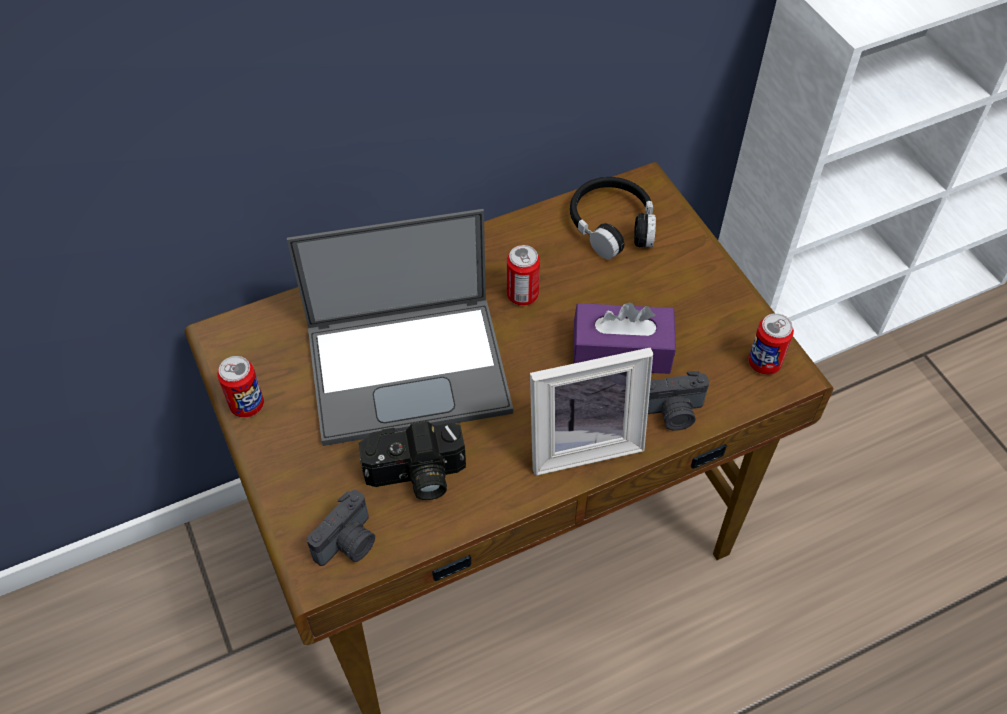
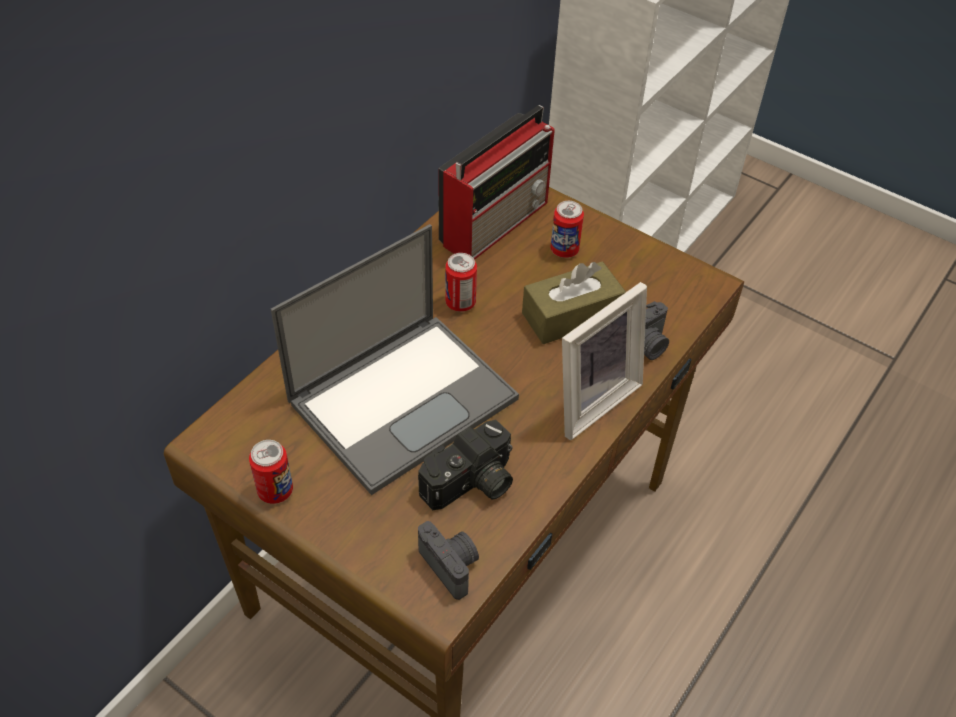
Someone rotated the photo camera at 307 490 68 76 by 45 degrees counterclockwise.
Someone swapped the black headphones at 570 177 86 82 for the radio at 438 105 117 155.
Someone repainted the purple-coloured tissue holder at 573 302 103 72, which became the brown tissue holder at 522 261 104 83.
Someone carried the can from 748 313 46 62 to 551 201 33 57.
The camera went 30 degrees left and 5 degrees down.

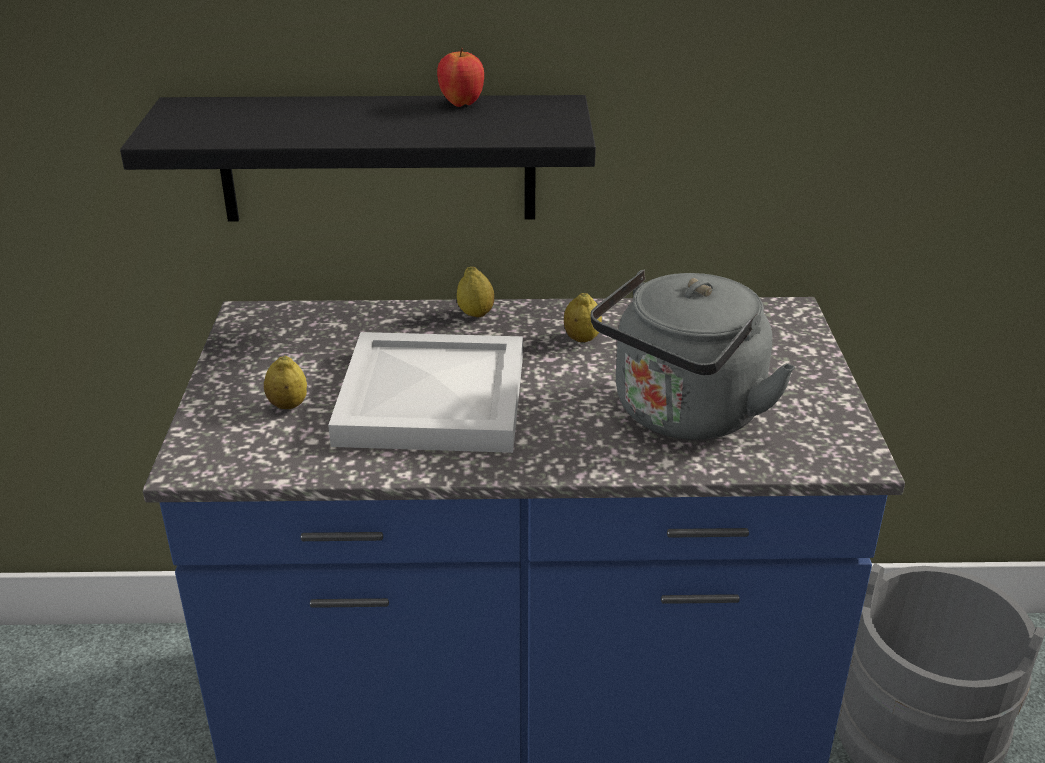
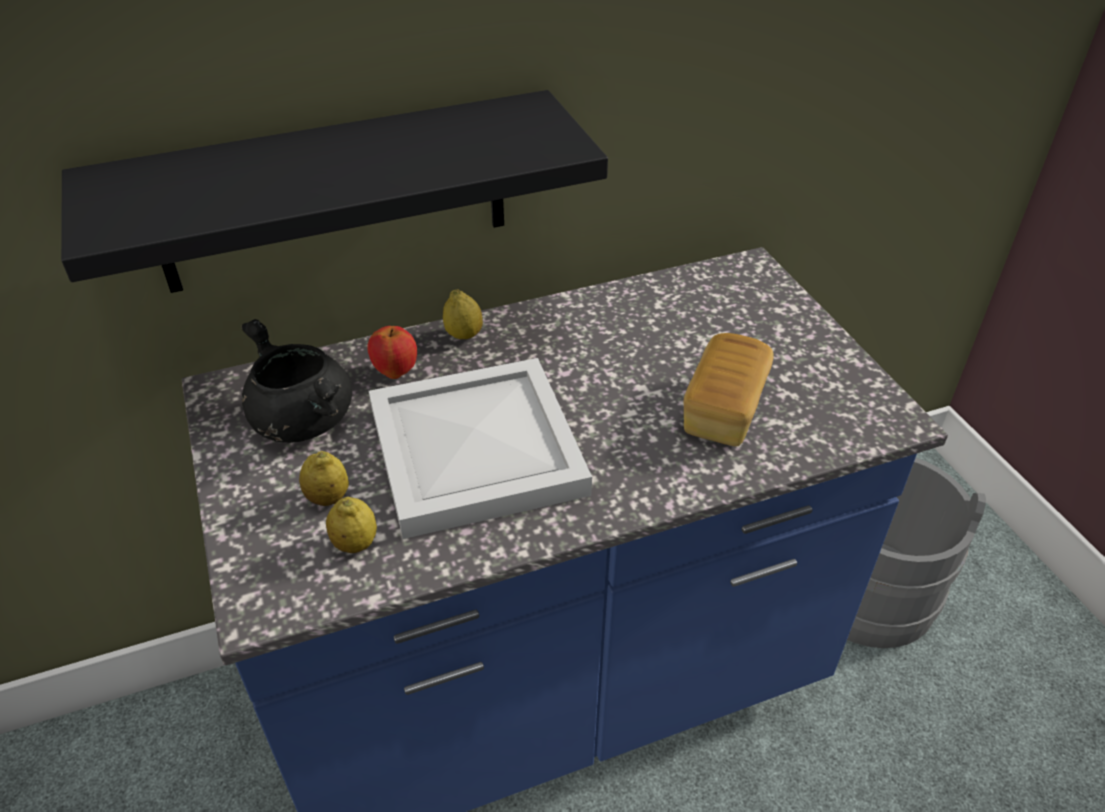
Someone put down the black cooking pot at 241 319 111 124.
Someone carried the whole lemon from 564 293 38 49 to 326 497 51 56.
Someone carried the apple fruit from 437 48 47 59 to 367 326 50 53.
Someone swapped the gray tea kettle at 591 270 204 170 for the bakery bread at 684 333 90 113.
The camera went 20 degrees left and 10 degrees up.

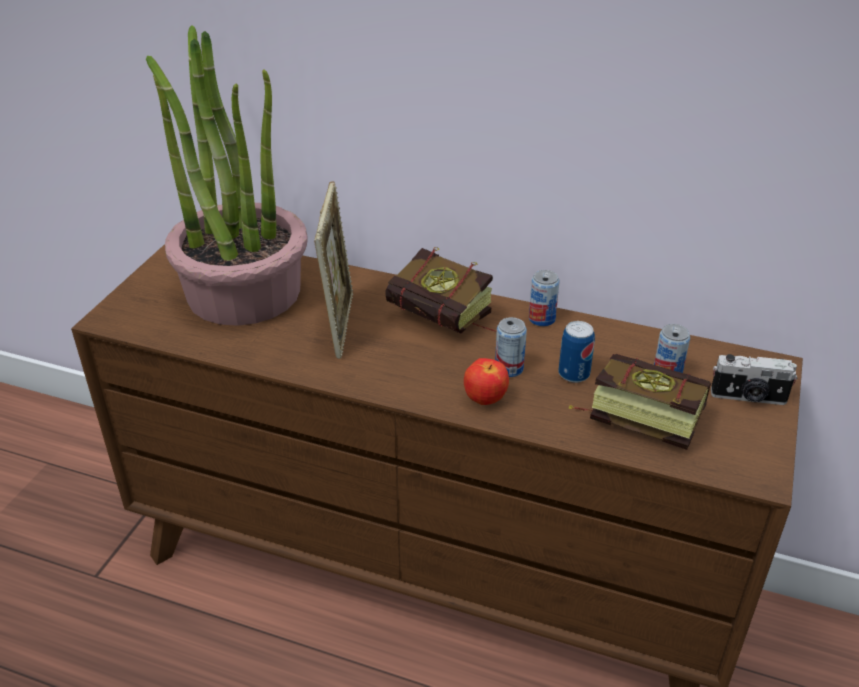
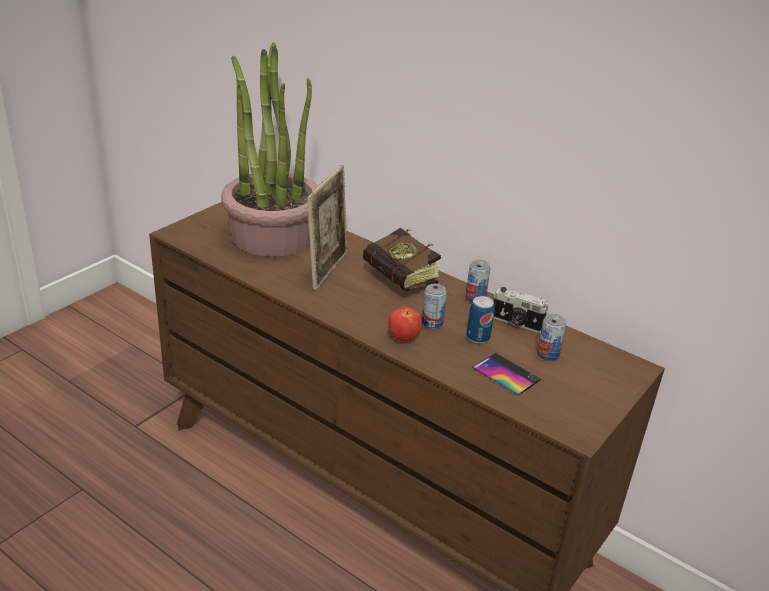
Someone swapped the bound book at 568 354 144 96 for the telephone at 472 353 69 42.
Someone carried the photo camera from 711 354 86 51 to 493 287 56 46.
The camera went 15 degrees right and 5 degrees down.

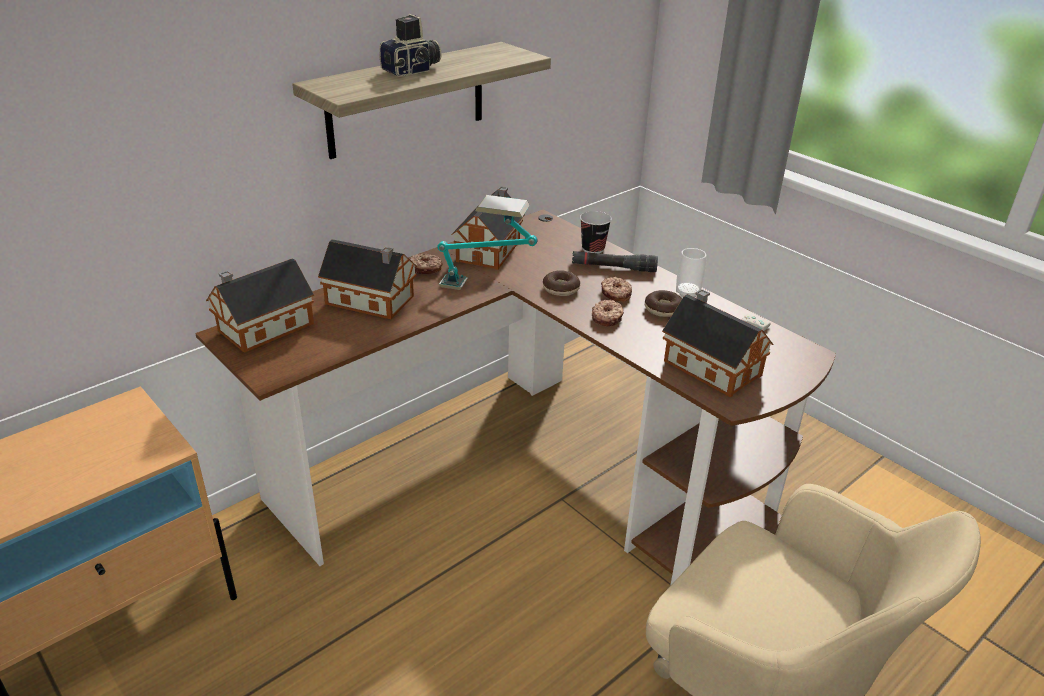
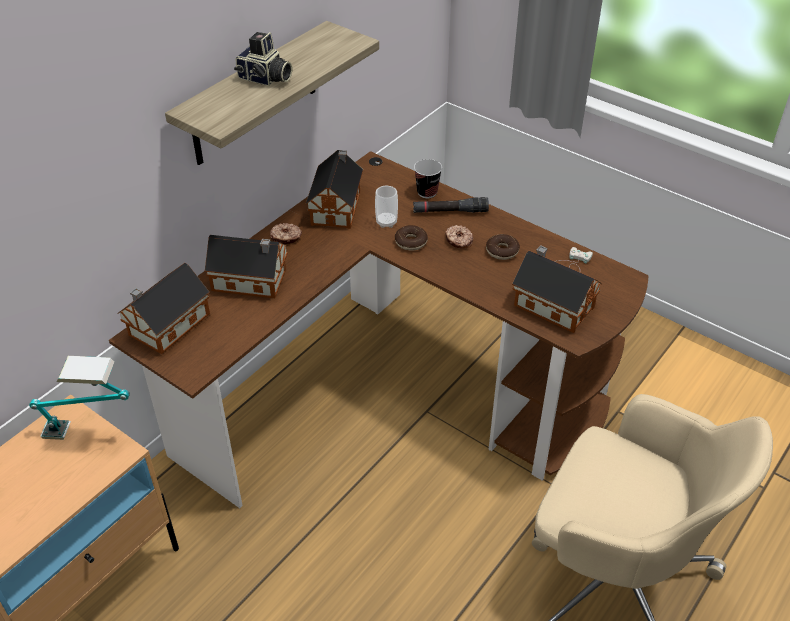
Someone carried the tabletop lamp from 437 195 101 95 to 29 356 101 84.
Someone rotated the photo camera at 379 14 63 63 by 75 degrees clockwise.
Someone carried the cup from 676 248 31 49 to 375 186 23 42.
Someone took away the ring doughnut at 592 300 32 26.
The camera went 10 degrees left and 10 degrees up.

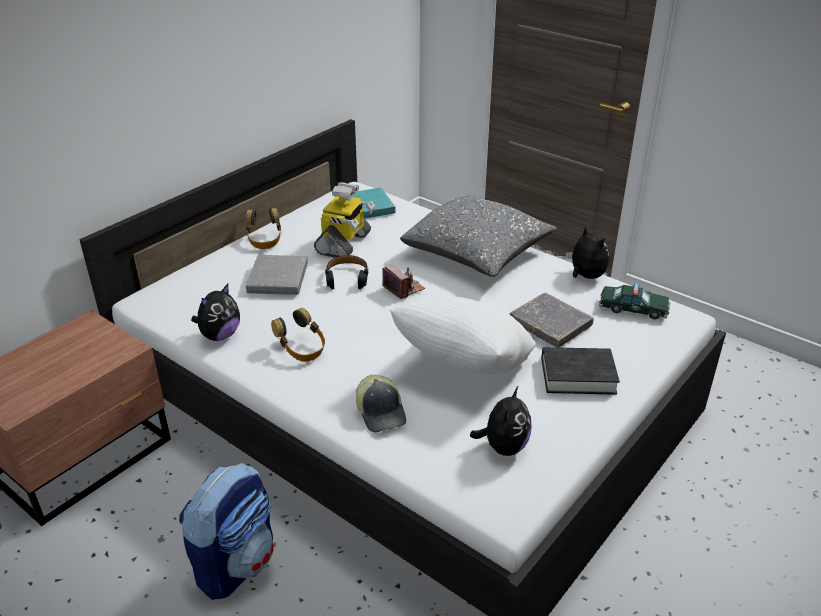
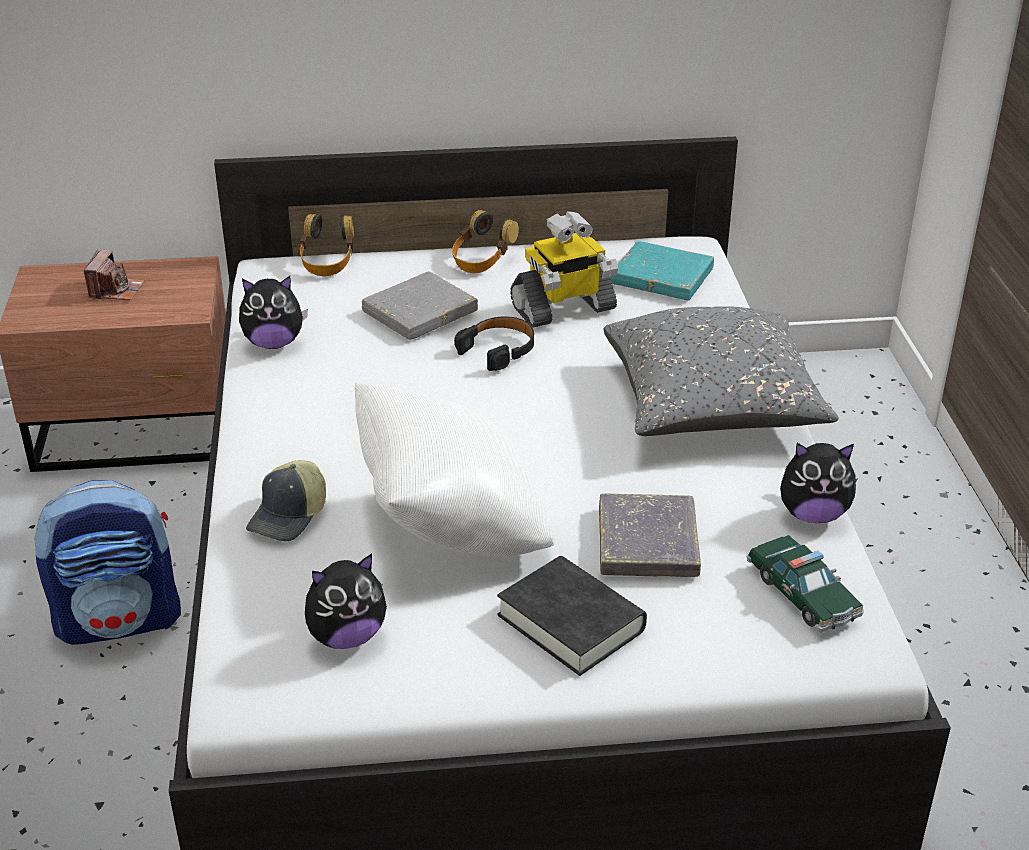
Someone carried the photo camera from 383 264 42 35 to 84 250 61 50.
Someone carried the headphones from 271 308 54 53 to 299 214 55 62.
Someone rotated the soft toy at 566 226 43 53 by 75 degrees clockwise.
The camera went 45 degrees right and 0 degrees up.

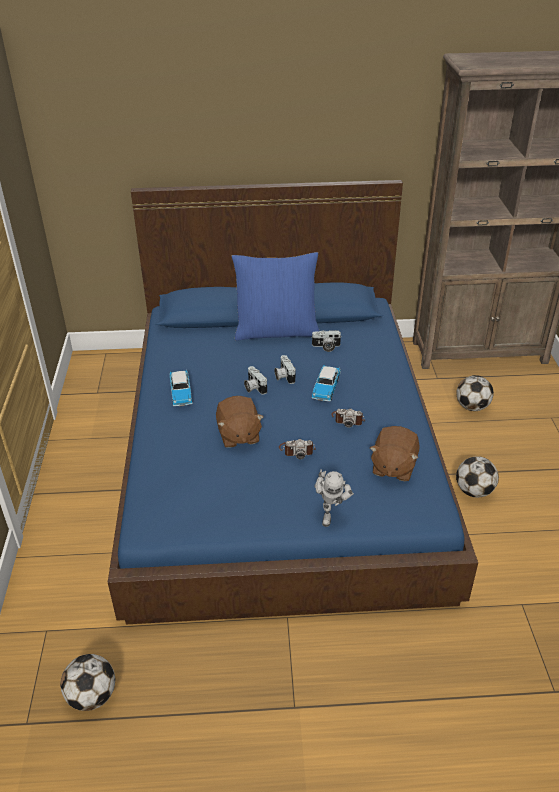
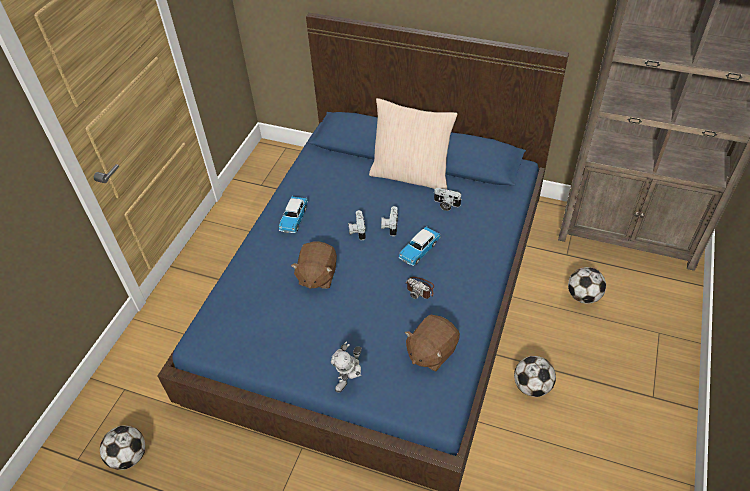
Someone repainted the blue-coloured throw pillow at 232 252 87 89, which became the beige-coloured throw pillow at 369 98 88 91.
Someone took away the photo camera at 279 439 37 20.
The camera went 25 degrees right and 10 degrees up.

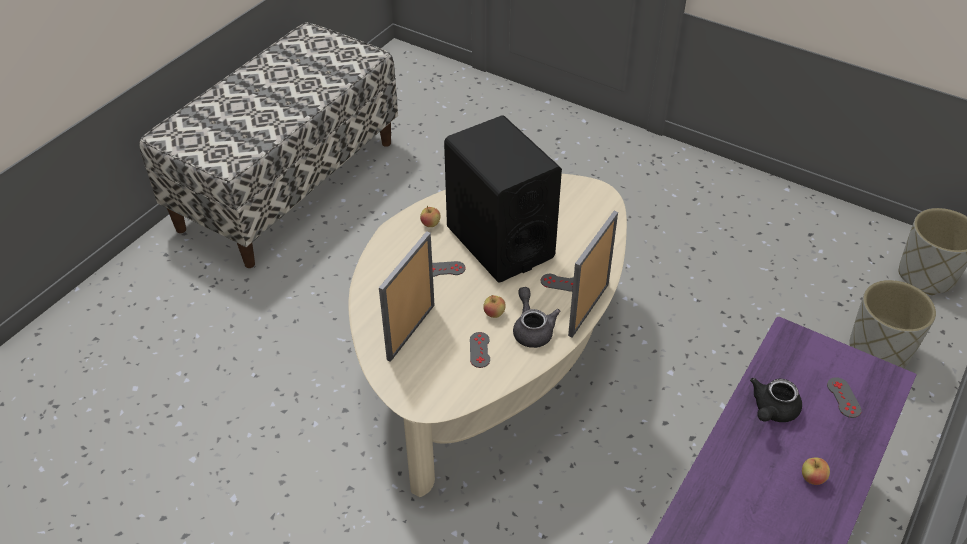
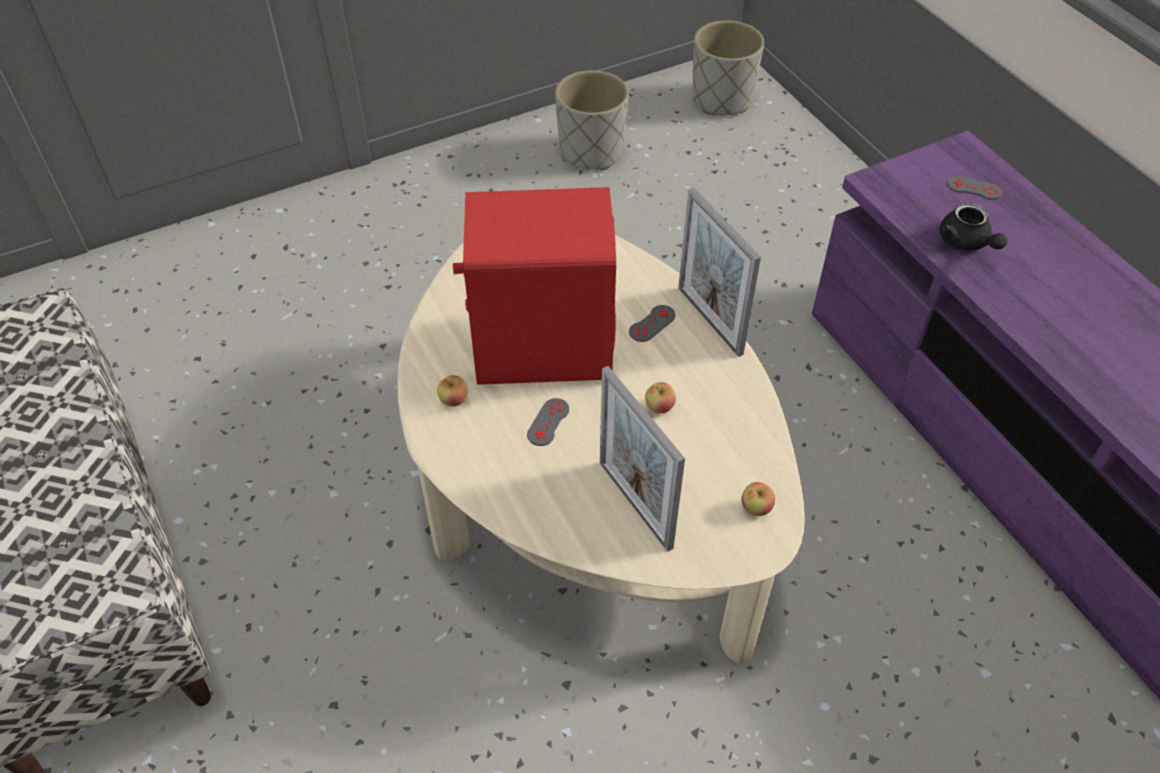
Someone repainted the black speaker at 444 115 118 167, which became the red-coloured speaker at 453 187 163 198.
Someone carried the gray flower pot from 849 280 87 88 to 555 70 74 101.
Someone carried the apple fruit from 802 458 28 27 to 741 482 34 34.
Someone took away the gray gamepad at 470 332 20 36.
Someone took away the gray tea pot at 513 287 47 61.
The camera went 60 degrees left and 5 degrees up.

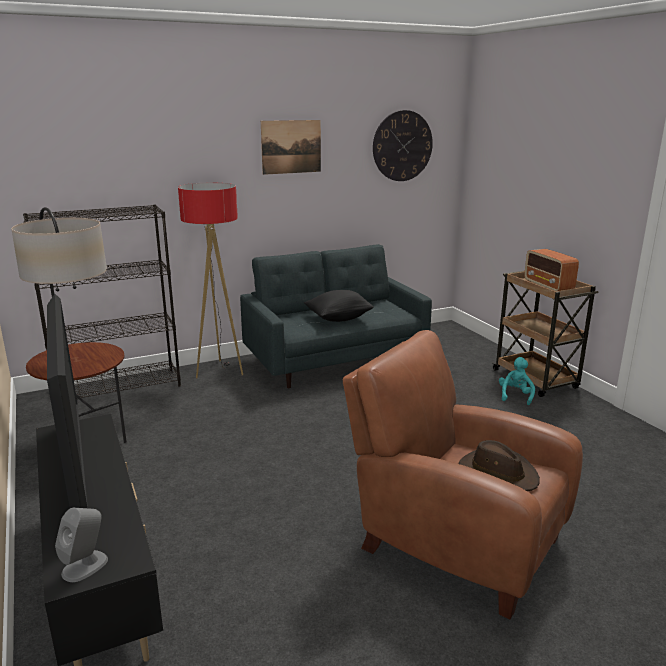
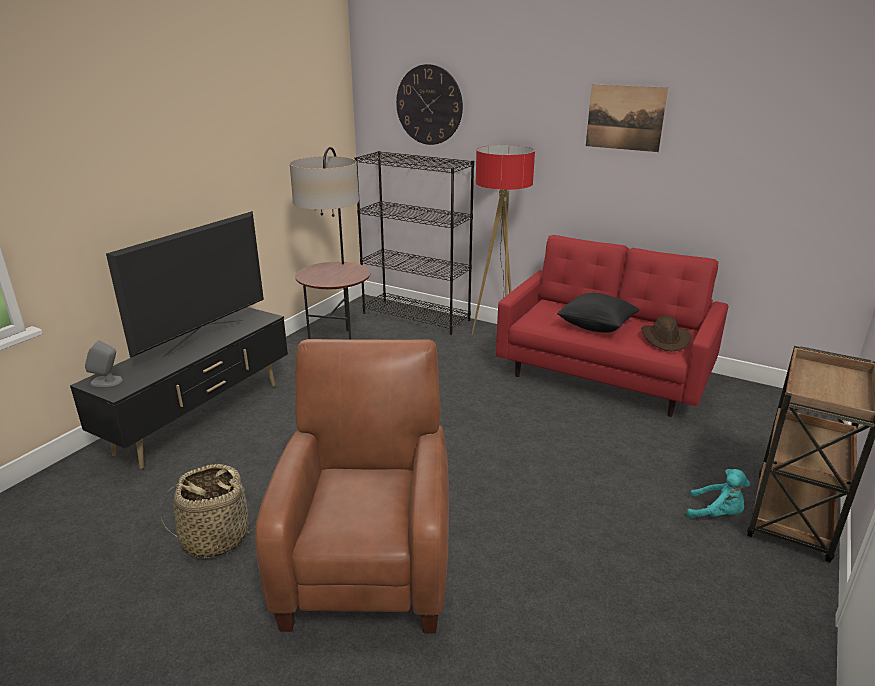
Someone put down the basket at 161 464 95 95.
Someone carried the wall clock from 373 110 60 71 to 396 64 67 81.
Someone repainted the gray settee at 240 244 192 144, which became the red-coloured settee at 496 235 232 182.
Someone carried the brown clothing hat from 459 440 81 51 to 641 316 50 35.
Someone rotated the turquoise soft toy at 499 357 36 48 by 45 degrees clockwise.
Someone took away the radio at 524 249 55 42.
The camera went 55 degrees right and 5 degrees up.

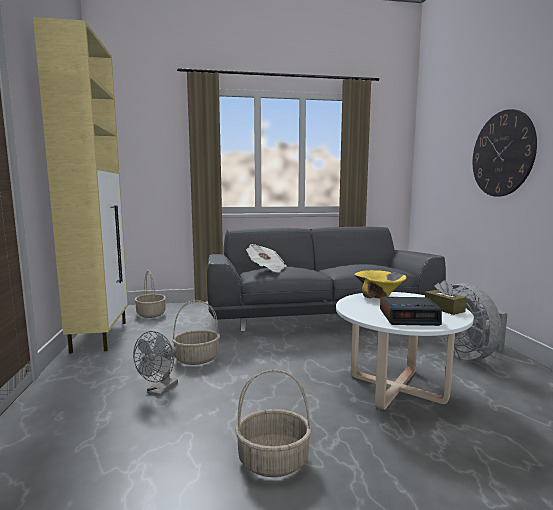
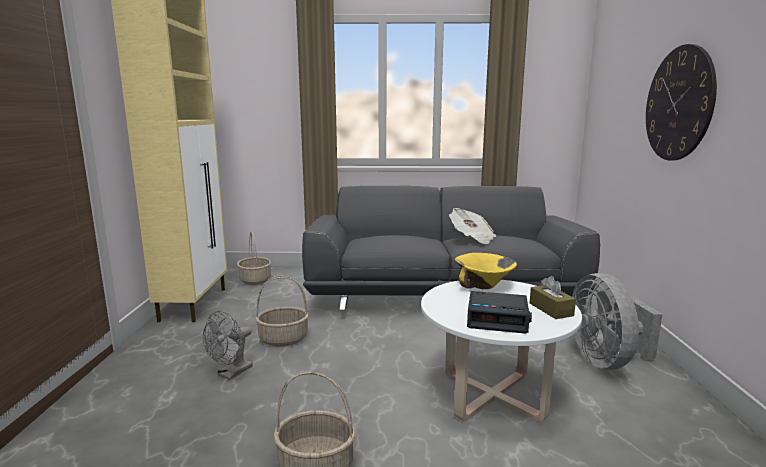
Someone carried the newspaper from 246 244 41 28 to 449 208 47 36.
The camera went 10 degrees right and 5 degrees up.

